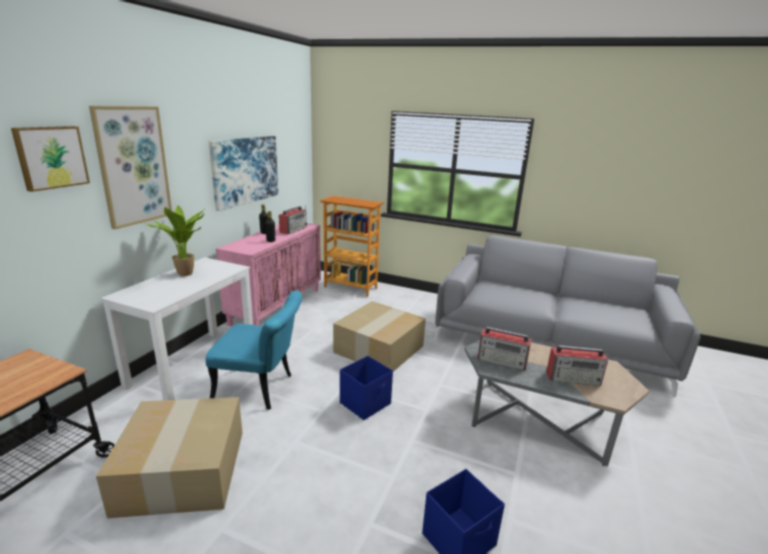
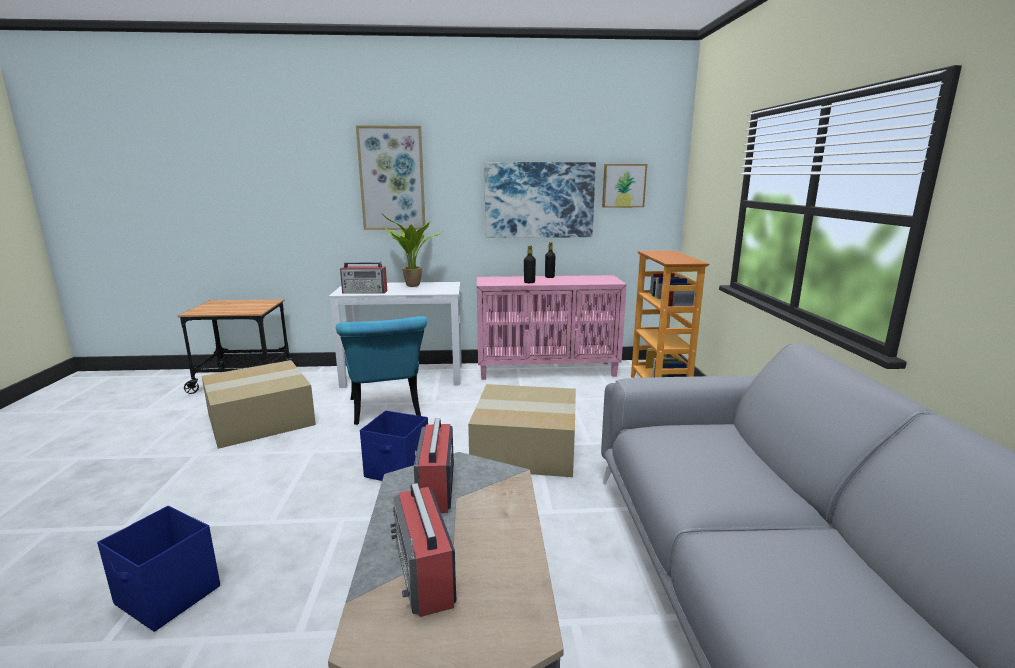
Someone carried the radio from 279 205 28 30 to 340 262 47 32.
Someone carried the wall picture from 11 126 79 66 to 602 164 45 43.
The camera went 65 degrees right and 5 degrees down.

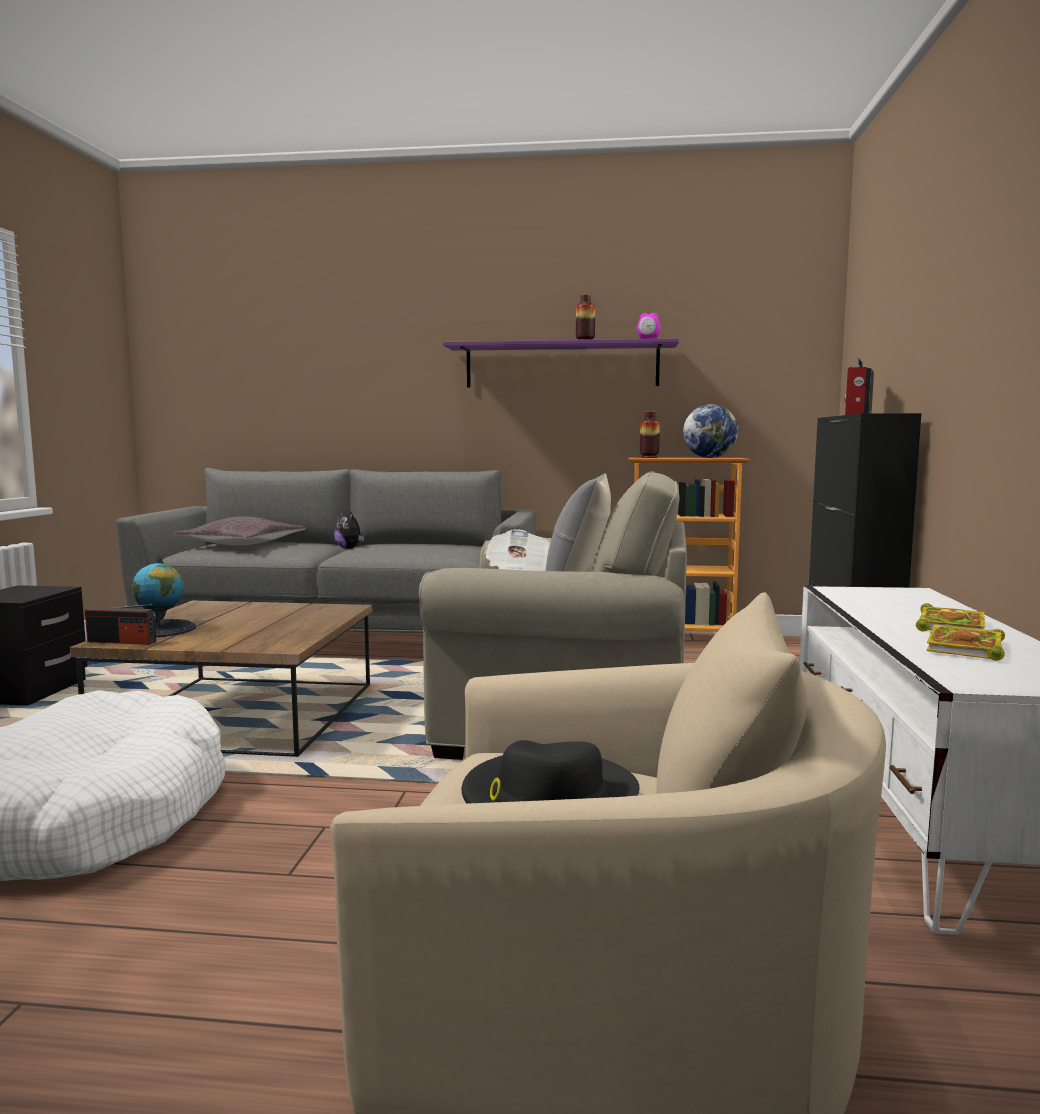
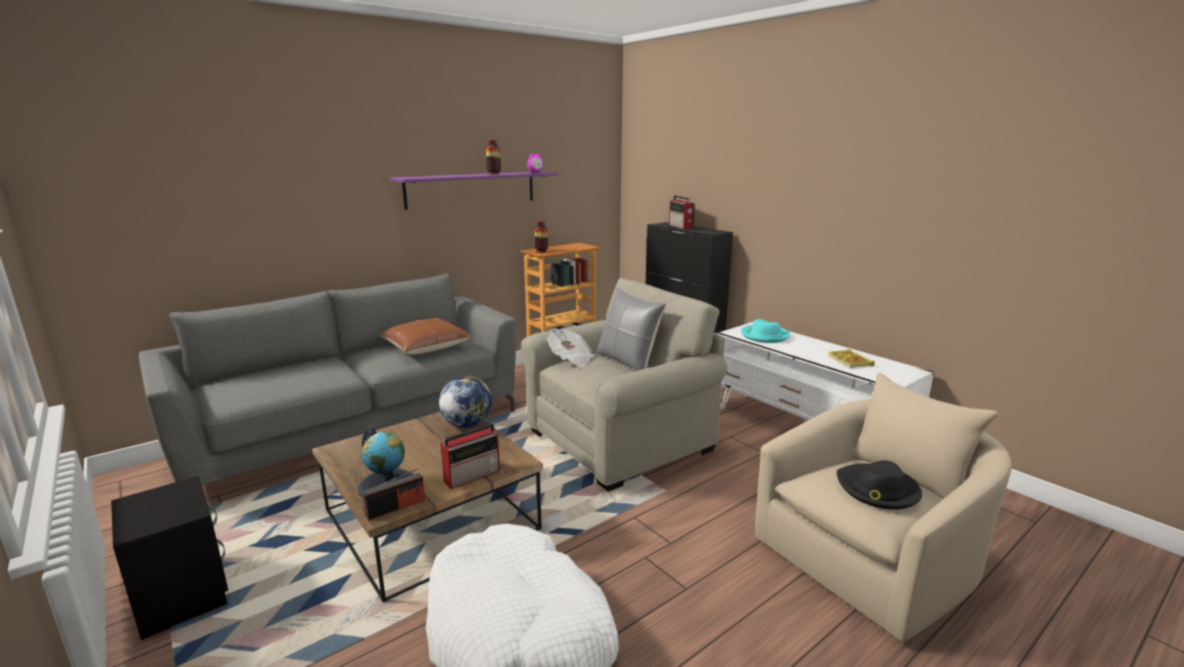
Someone put down the brown throw pillow at 378 318 93 36.
Someone carried the desk globe from 683 404 55 54 to 439 376 53 52.
Someone put down the radio at 440 423 60 66.
Someone put down the turquoise clothing hat at 741 319 49 24.
Someone took away the gray throw pillow at 173 516 133 29.
Someone took away the soft toy at 334 510 30 39.
Someone took away the bound book at 916 603 69 29.
The camera went 45 degrees left and 10 degrees up.

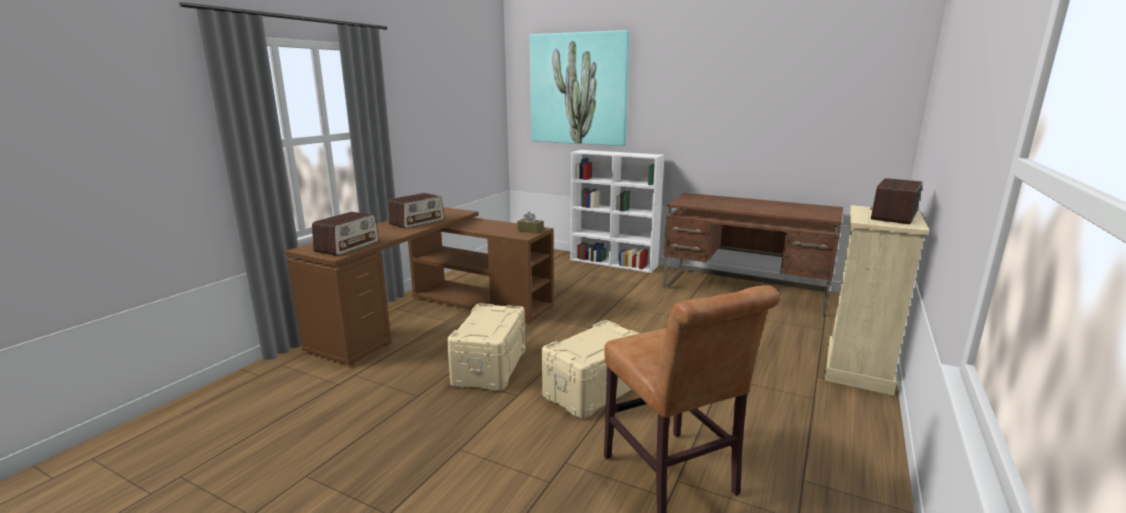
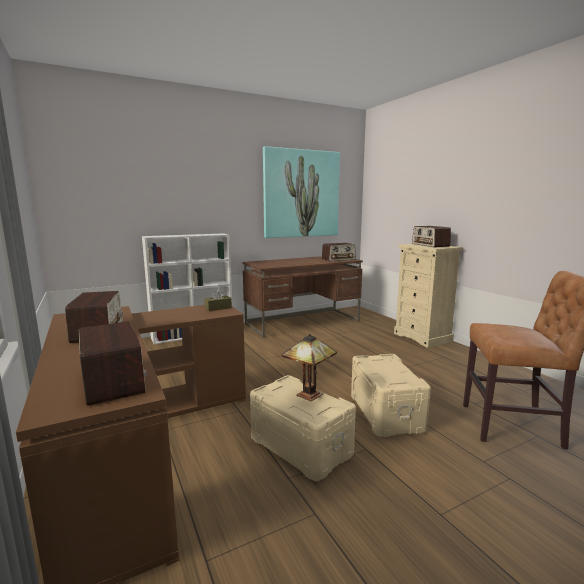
Someone carried the wall picture from 530 30 100 116 to 263 146 77 92.
Someone put down the tabletop lamp at 281 334 56 68.
Someone put down the radio at 321 243 35 18.
The camera went 55 degrees left and 5 degrees down.

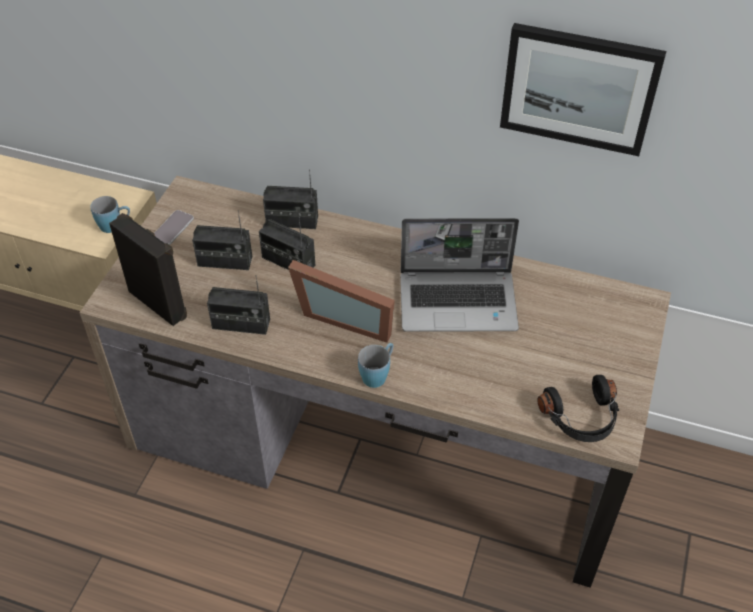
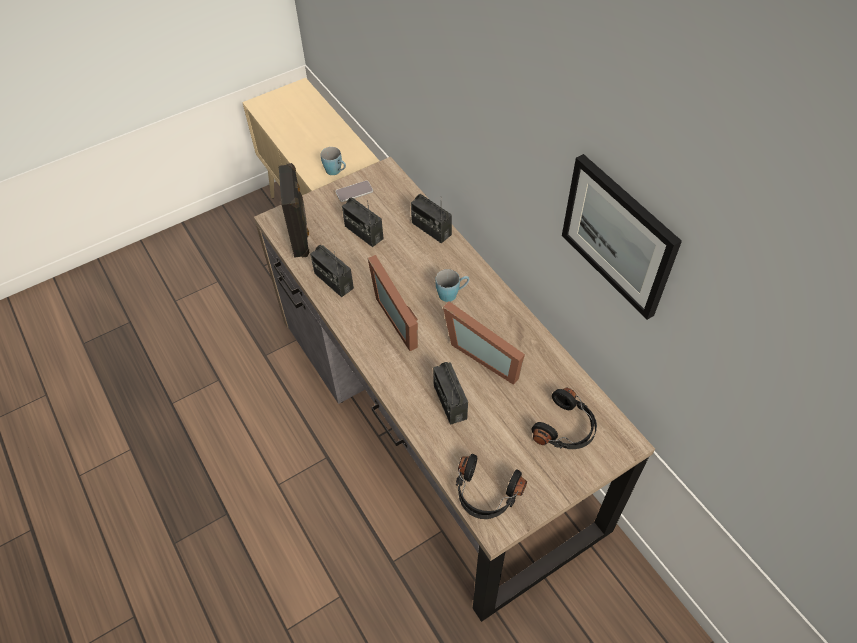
Someone carried the radio from 259 217 57 53 to 433 362 35 63.
Someone carried the blue-coloured coffee mug from 358 343 36 45 to 435 269 35 33.
Someone swapped the notebook computer at 400 218 119 114 for the picture frame at 443 301 82 84.
Someone put down the black headphones at 531 388 66 61.
The camera went 40 degrees right and 5 degrees up.

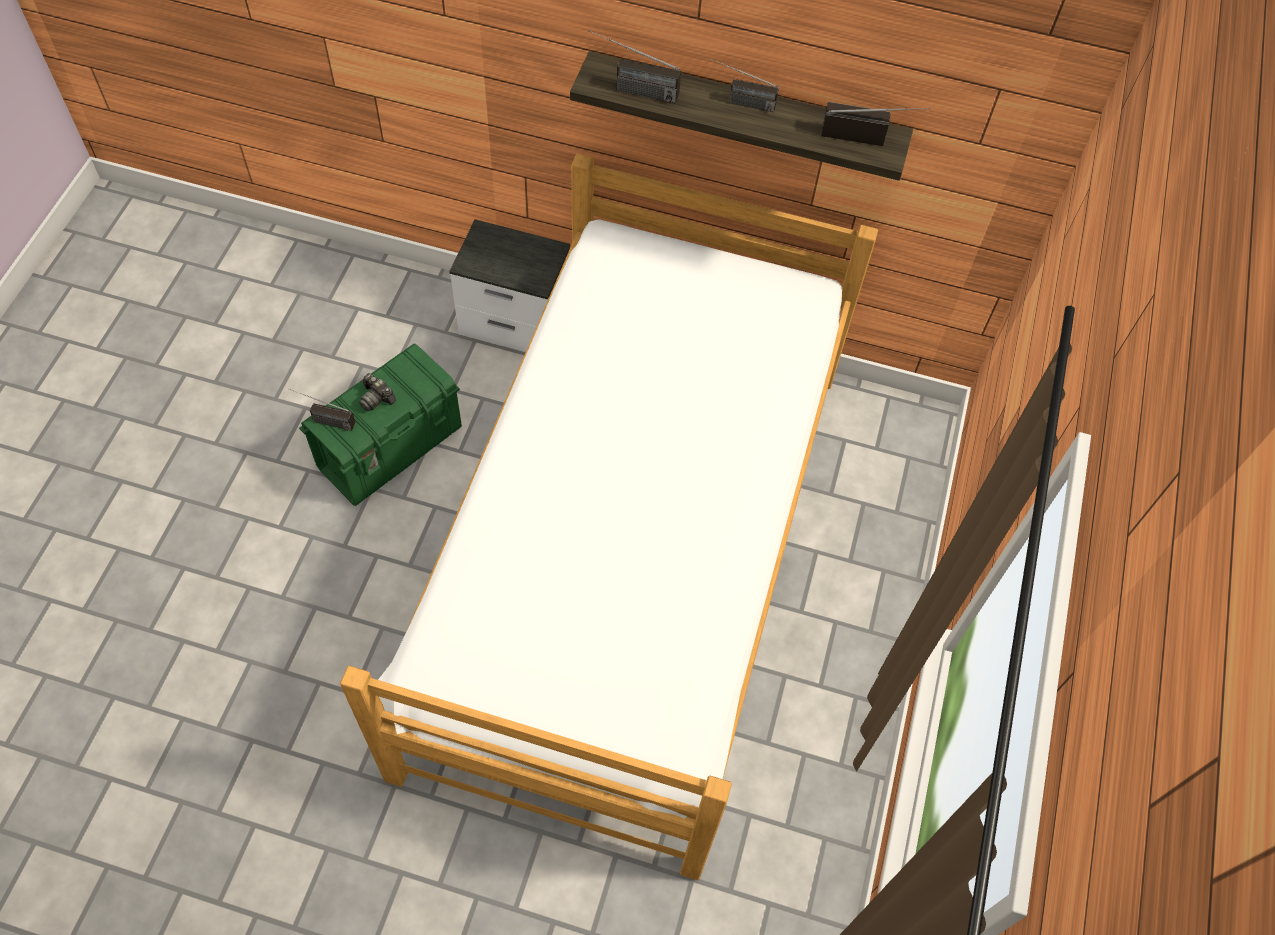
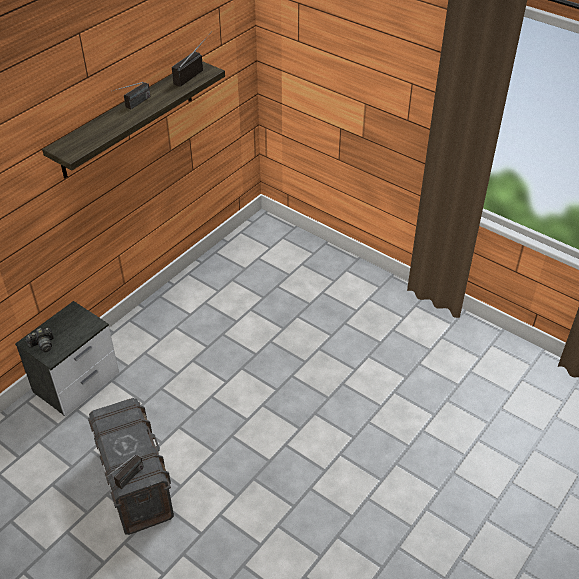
Someone carried the photo camera from 359 373 37 38 to 26 328 28 24.
Someone repainted the greenish storage container at 299 344 163 162, which became the gray storage container at 88 398 86 137.
Someone took away the sleeping bed at 340 154 538 726.
Someone took away the radio at 588 30 93 73.
The camera went 65 degrees left and 15 degrees down.

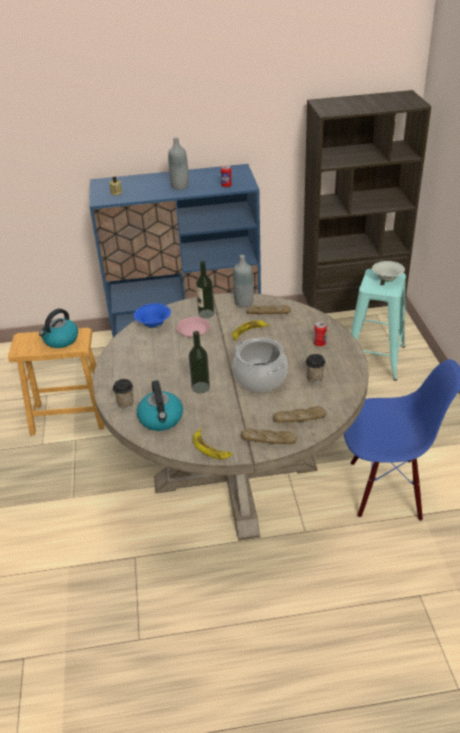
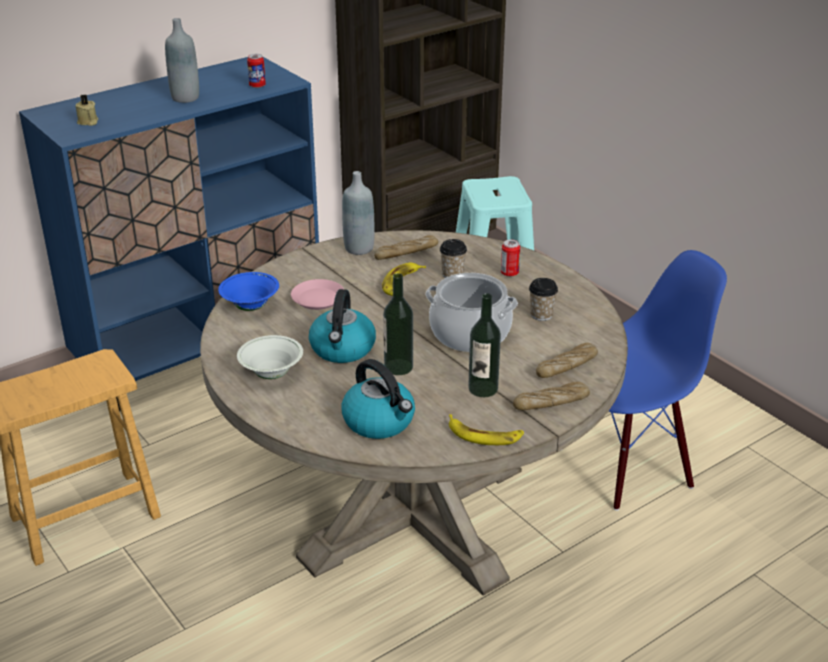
Someone carried the whitish deep dish from 372 261 33 20 to 237 335 66 44.
Someone carried the tea kettle from 39 308 39 40 to 309 289 67 74.
Someone carried the cup from 113 379 20 30 to 440 239 27 39.
Someone carried the beverage bottle from 196 261 19 57 to 468 293 33 104.
The camera went 30 degrees left and 5 degrees down.

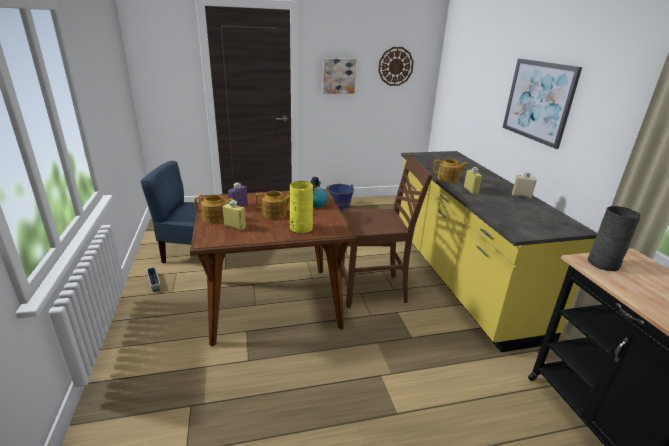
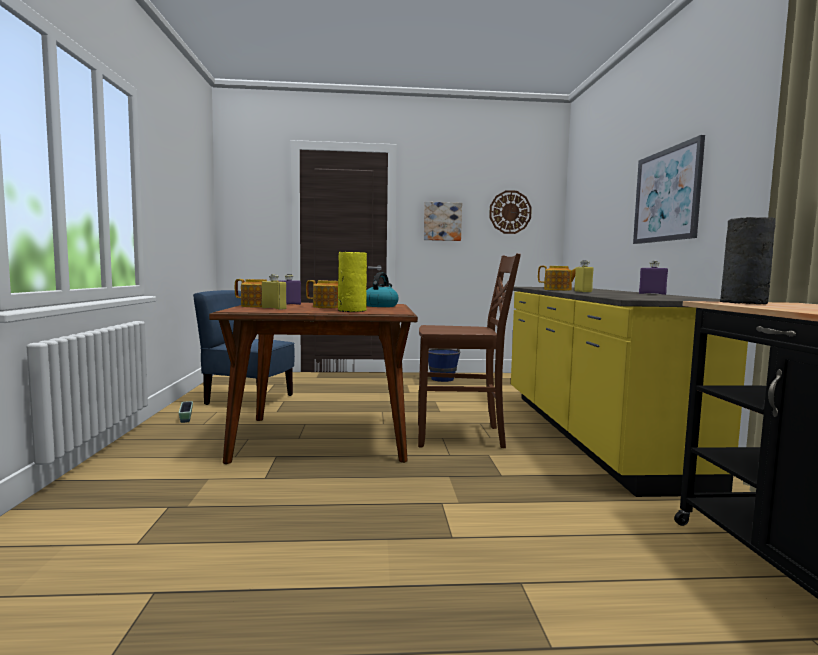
Someone repainted the beige-coloured beverage bottle at 512 172 25 26, which became the purple-coloured beverage bottle at 639 261 29 34.
The camera went 10 degrees right and 20 degrees down.

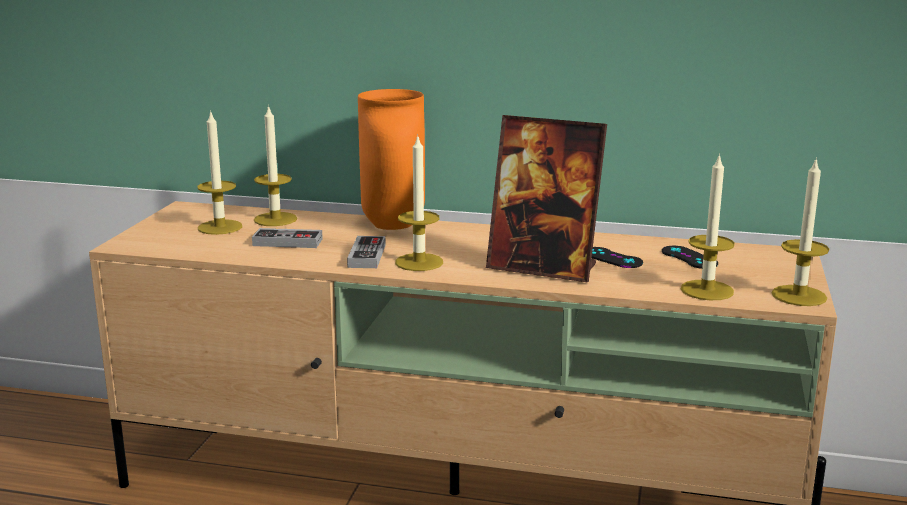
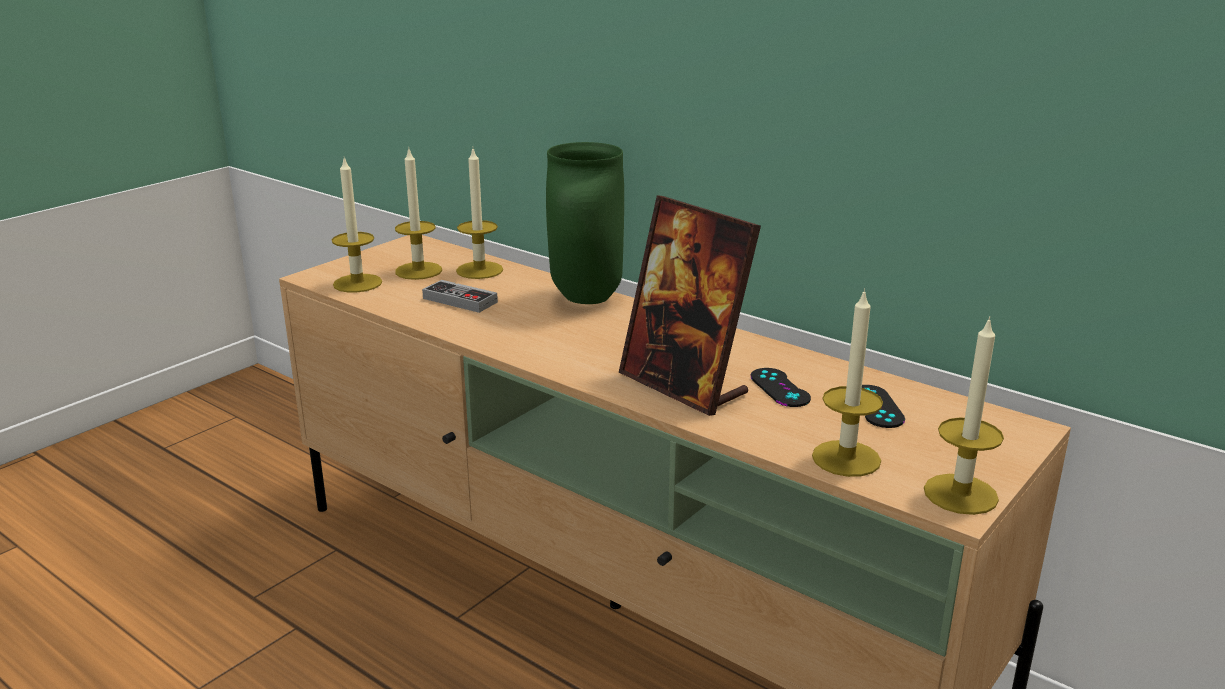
Someone carried the wax light from 395 134 48 137 to 332 157 50 135.
Someone repainted the orangey decorative vase at 358 89 67 141, which became the greenish decorative vase at 546 142 78 162.
Someone took away the gamepad at 347 236 39 32.
The camera went 25 degrees right and 5 degrees up.

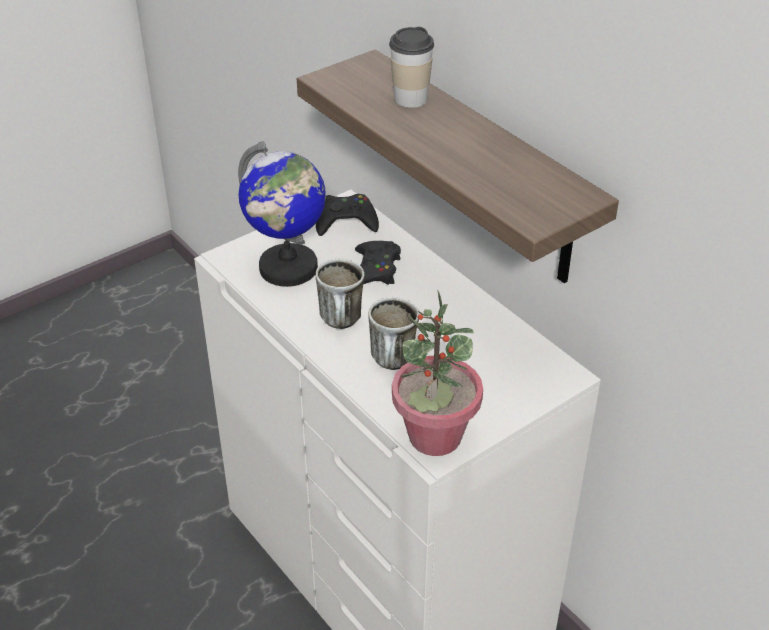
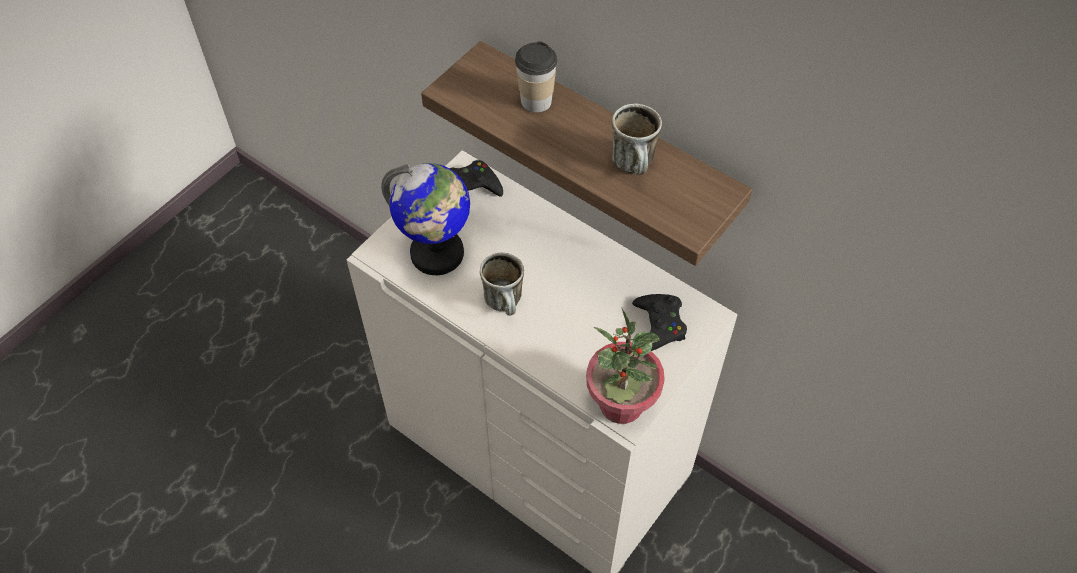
Someone carried the coffee mug from 368 297 51 73 to 612 104 50 71.
Someone carried the black gamepad from 355 241 46 44 to 632 294 55 57.
The camera went 15 degrees left and 15 degrees up.

